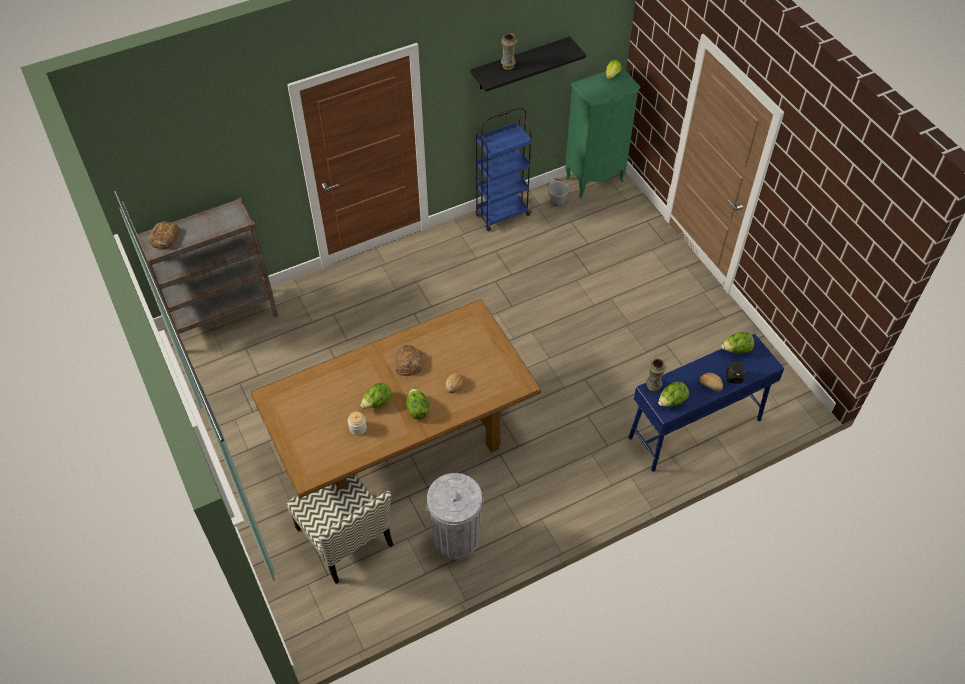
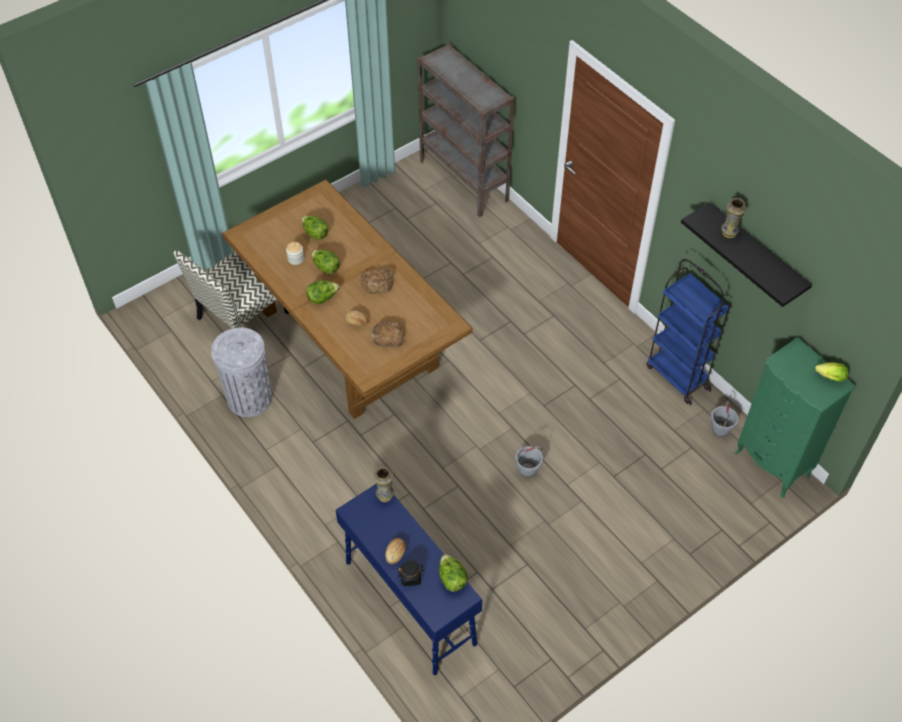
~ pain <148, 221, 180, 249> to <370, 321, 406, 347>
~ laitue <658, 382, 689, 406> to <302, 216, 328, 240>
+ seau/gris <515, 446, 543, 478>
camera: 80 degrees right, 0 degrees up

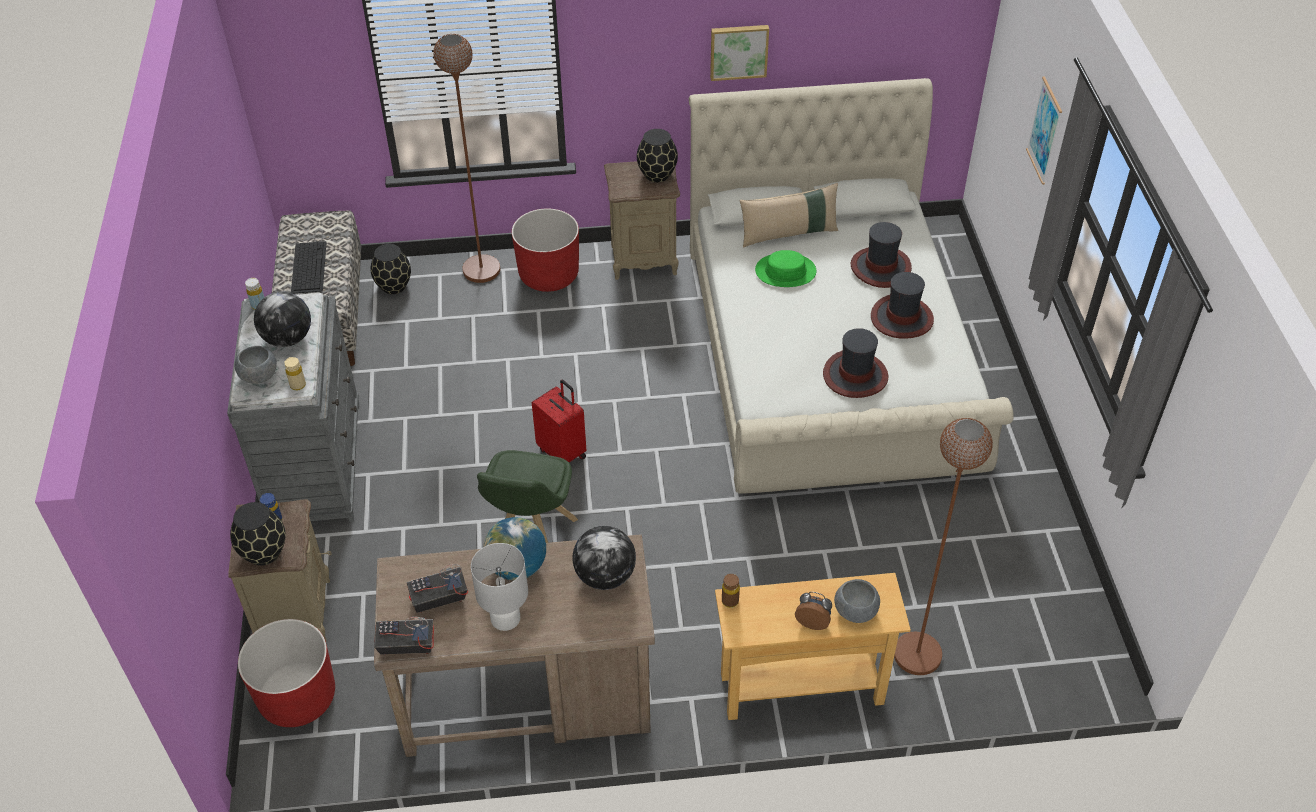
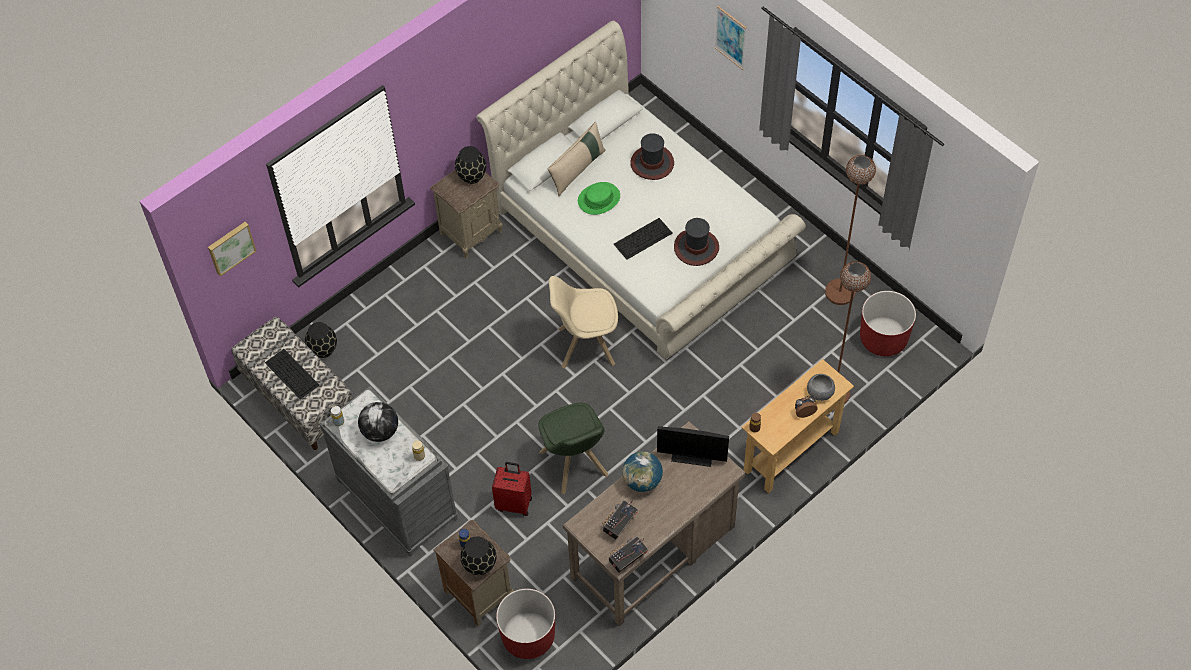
- bol/gris <235, 346, 277, 384>
~ lampadaire/marron <433, 34, 500, 283> to <825, 155, 876, 305>
- lampe de table/gris <471, 543, 528, 631>
~ cache-pot/rouge <512, 208, 579, 292> to <860, 291, 916, 356>
~ valise/rouge <532, 380, 586, 462> to <492, 462, 532, 516>
~ globe <572, 526, 636, 590> to écran d'ordinateur <657, 426, 729, 467>
~ tableau <710, 25, 769, 81> to <208, 222, 256, 276>
- chapeau <871, 272, 934, 339>
+ chaise/beige <549, 276, 618, 368>
+ clavier <614, 218, 673, 259>
camera: 35 degrees left, 10 degrees up

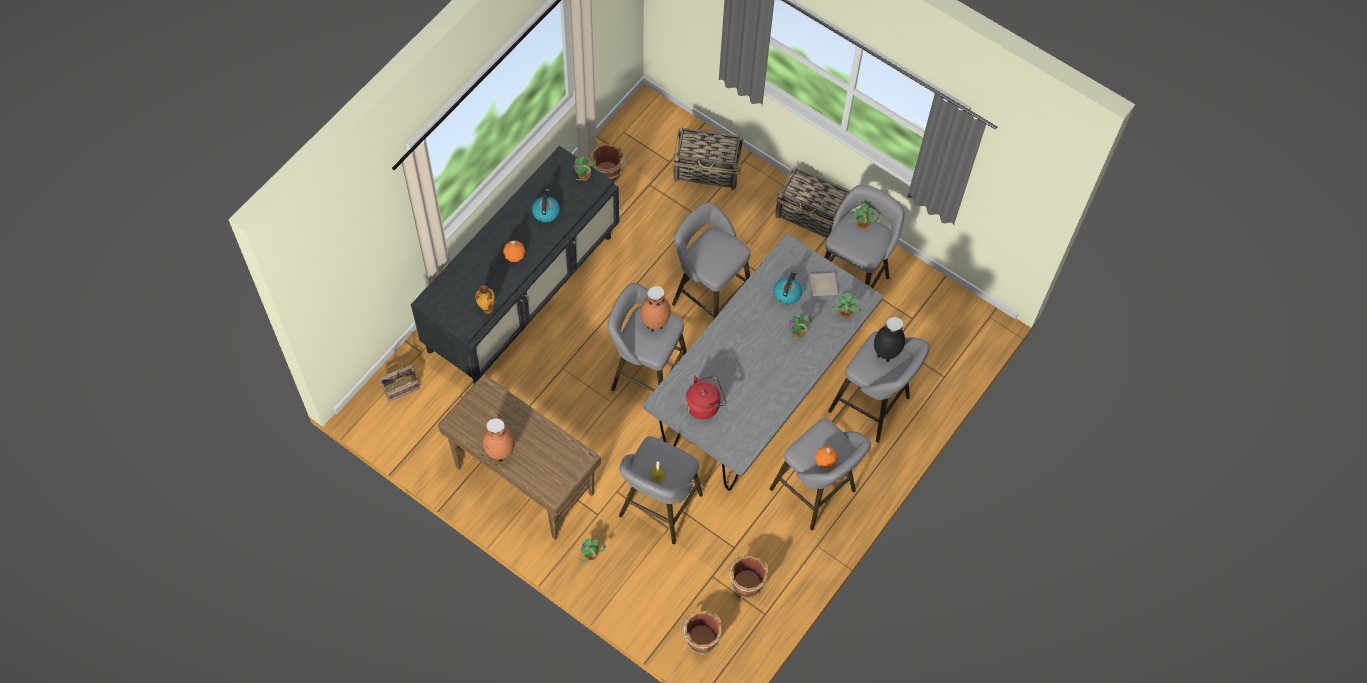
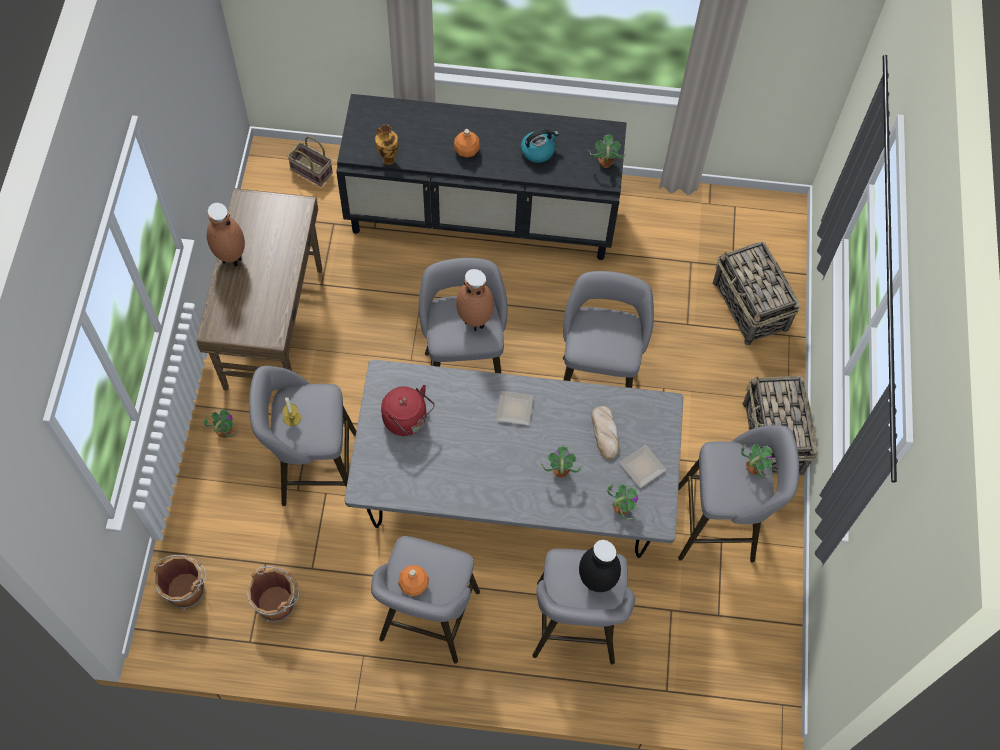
- seau/marron <590, 144, 625, 183>
~ bouilloire <774, 271, 802, 304> to pain <592, 406, 619, 460>
+ assiette <496, 391, 534, 425>
camera: 60 degrees right, 0 degrees up

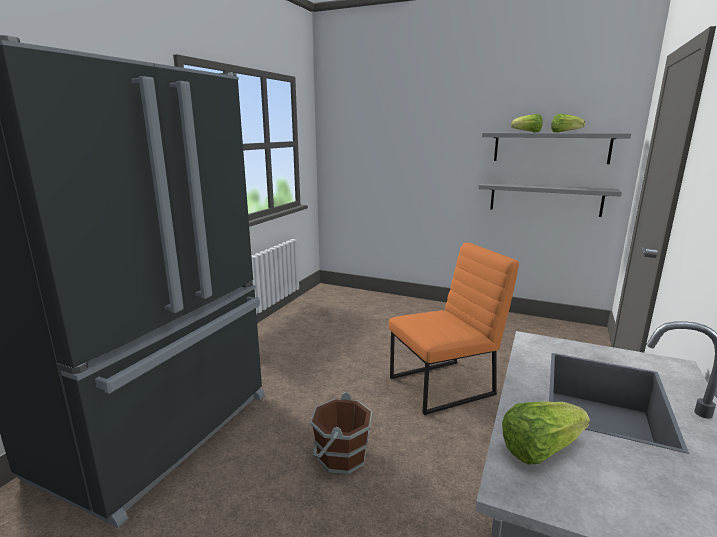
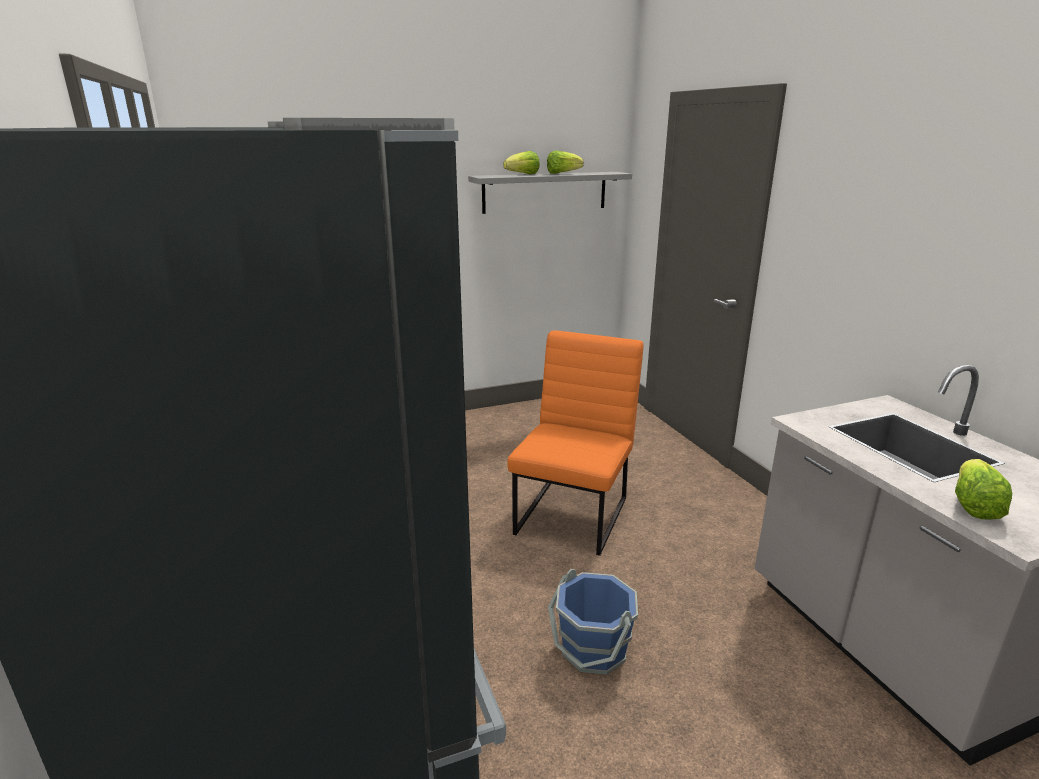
~ seau/marron <310, 392, 373, 474> to seau/bleu <548, 569, 638, 675>
- étagère/gris <478, 182, 622, 217>
camera: 45 degrees left, 5 degrees up

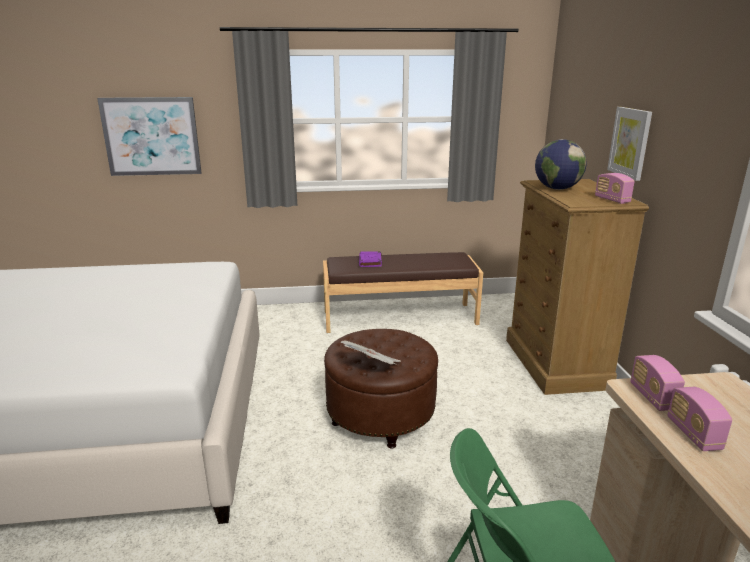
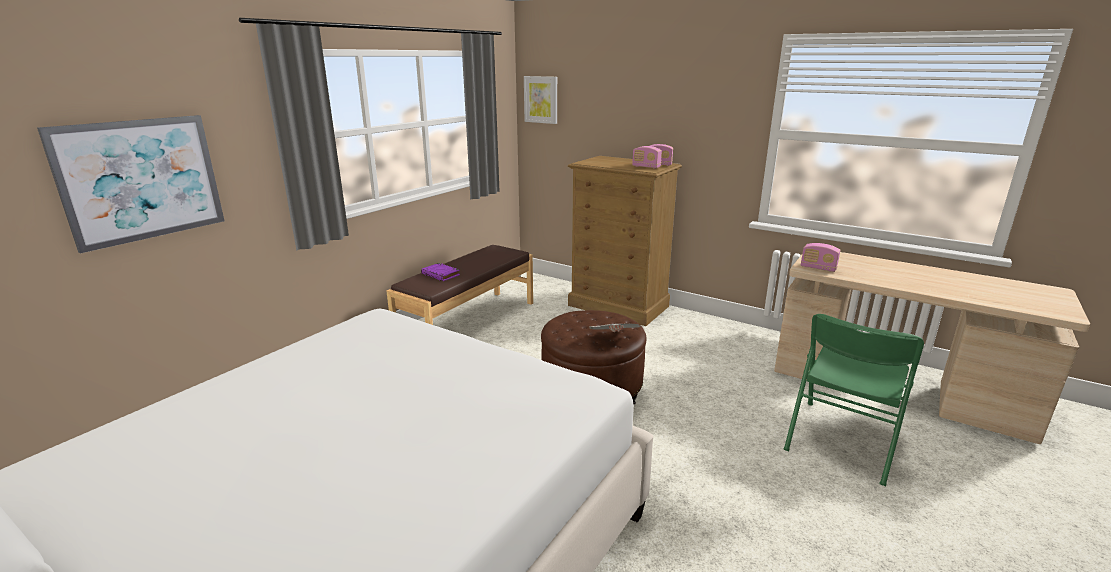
- globe <535, 139, 586, 190>
~ tableau <607, 107, 652, 181> to <524, 76, 557, 124>
~ radio <667, 387, 732, 451> to <632, 146, 662, 169>
camera: 50 degrees left, 0 degrees up

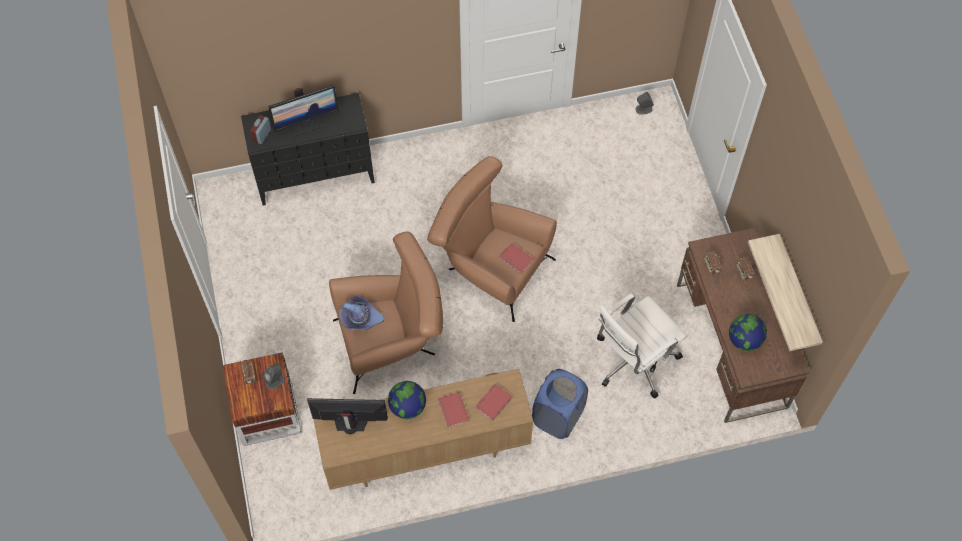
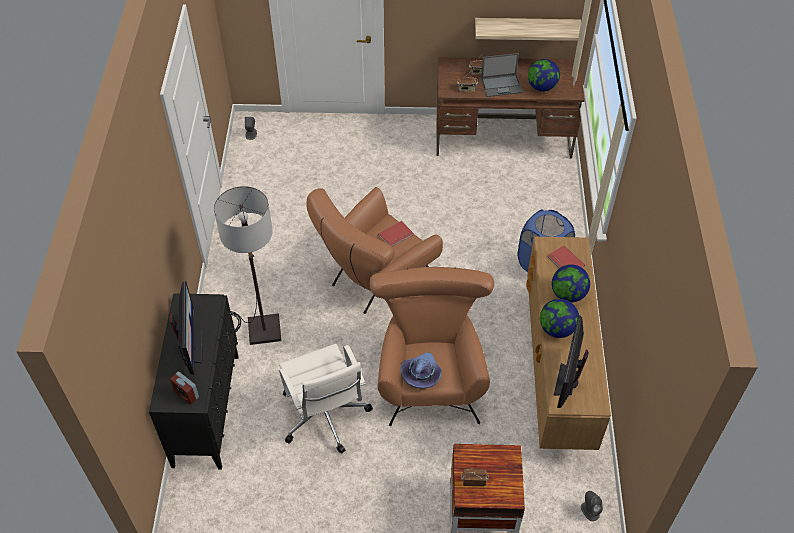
~ enceinte/gris <263, 364, 285, 390> to <581, 491, 603, 521>
~ livre/rouge <438, 392, 470, 428> to globe <552, 264, 590, 302>
~ chaise de bureau/blanc <597, 293, 687, 398> to <279, 344, 373, 454>
+ lampadaire <214, 186, 281, 345>
+ ordinateur portable <481, 53, 523, 97>
camera: 75 degrees left, 10 degrees down

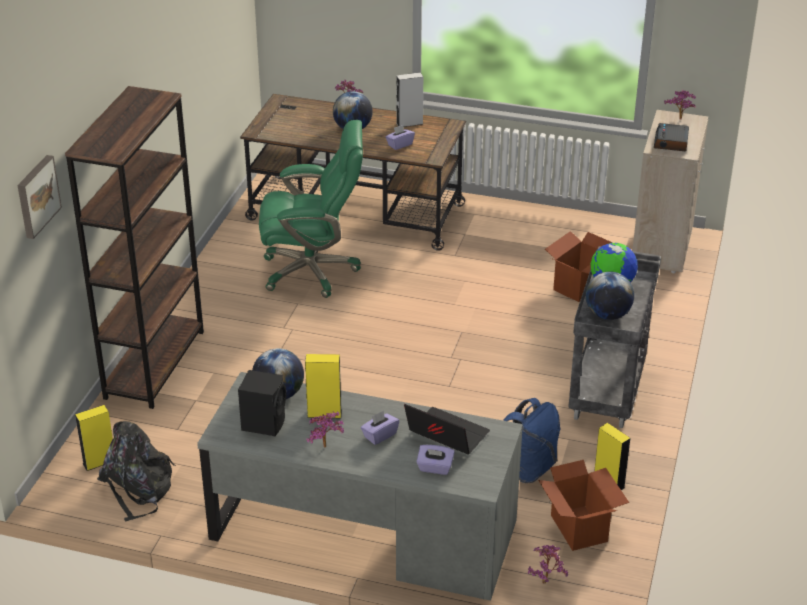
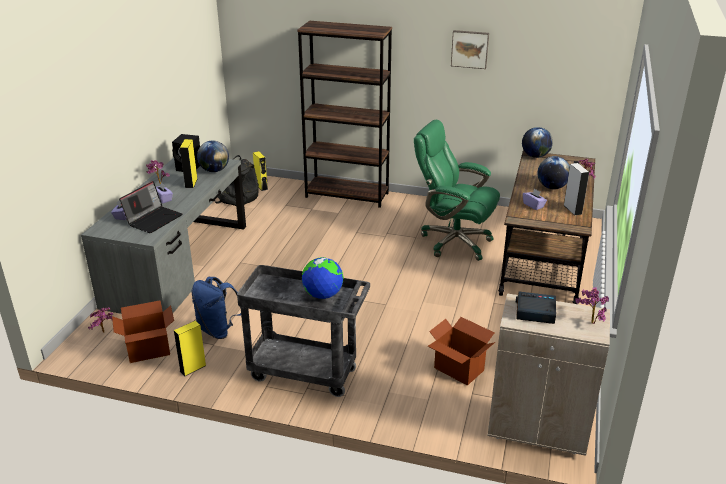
~ tableau <17, 155, 62, 239> to <451, 30, 489, 69>
~ chaise de bureau/vert <259, 120, 363, 298> = <414, 120, 500, 261> 120 degrees clockwise
~ globe <586, 271, 634, 320> to <522, 127, 553, 158>
camera: 90 degrees right, 5 degrees down

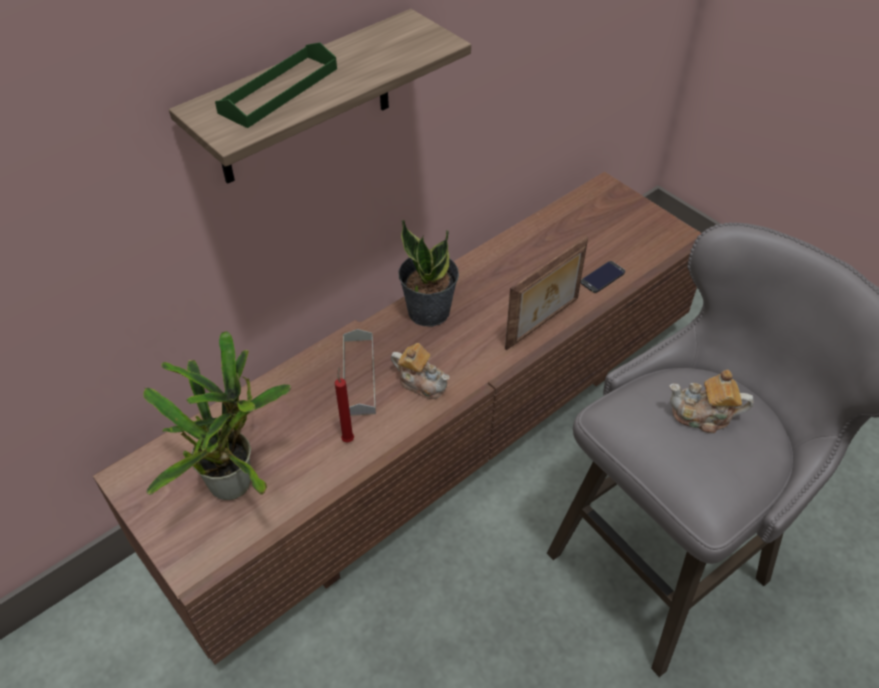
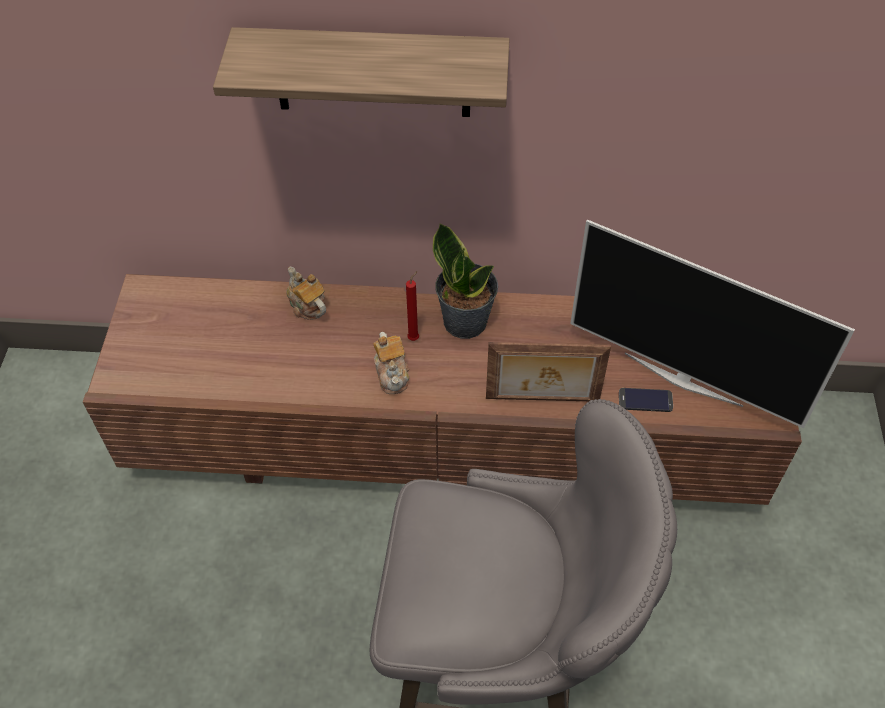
- plante en pot <143, 331, 291, 500>
- plateau/vert <215, 42, 337, 128>
~ bougie/rouge <335, 367, 354, 443> to <406, 271, 419, 341>
- plateau/gris <343, 329, 376, 416>
~ théière <669, 370, 753, 433> to <287, 267, 326, 320>
+ téléviseur <570, 220, 855, 428>
camera: 45 degrees right, 5 degrees up

